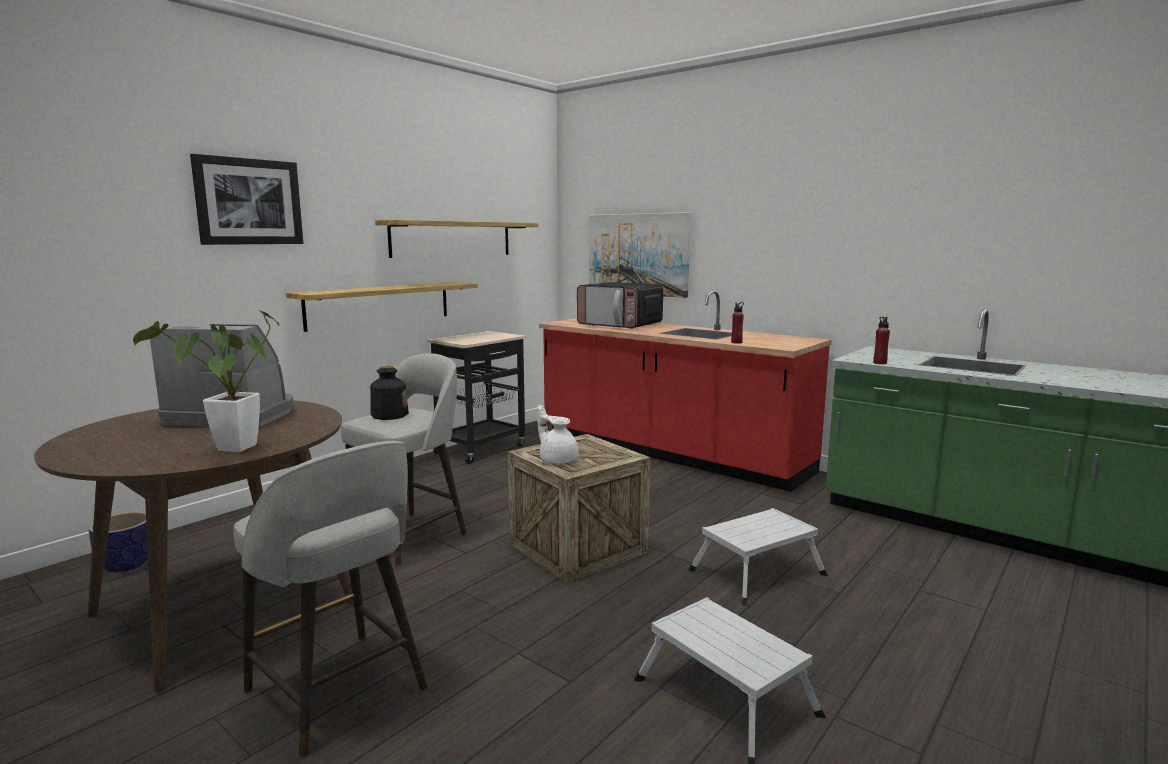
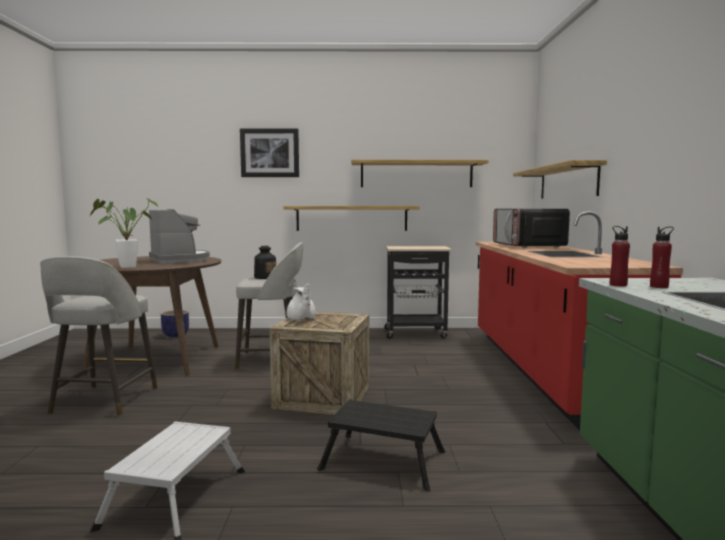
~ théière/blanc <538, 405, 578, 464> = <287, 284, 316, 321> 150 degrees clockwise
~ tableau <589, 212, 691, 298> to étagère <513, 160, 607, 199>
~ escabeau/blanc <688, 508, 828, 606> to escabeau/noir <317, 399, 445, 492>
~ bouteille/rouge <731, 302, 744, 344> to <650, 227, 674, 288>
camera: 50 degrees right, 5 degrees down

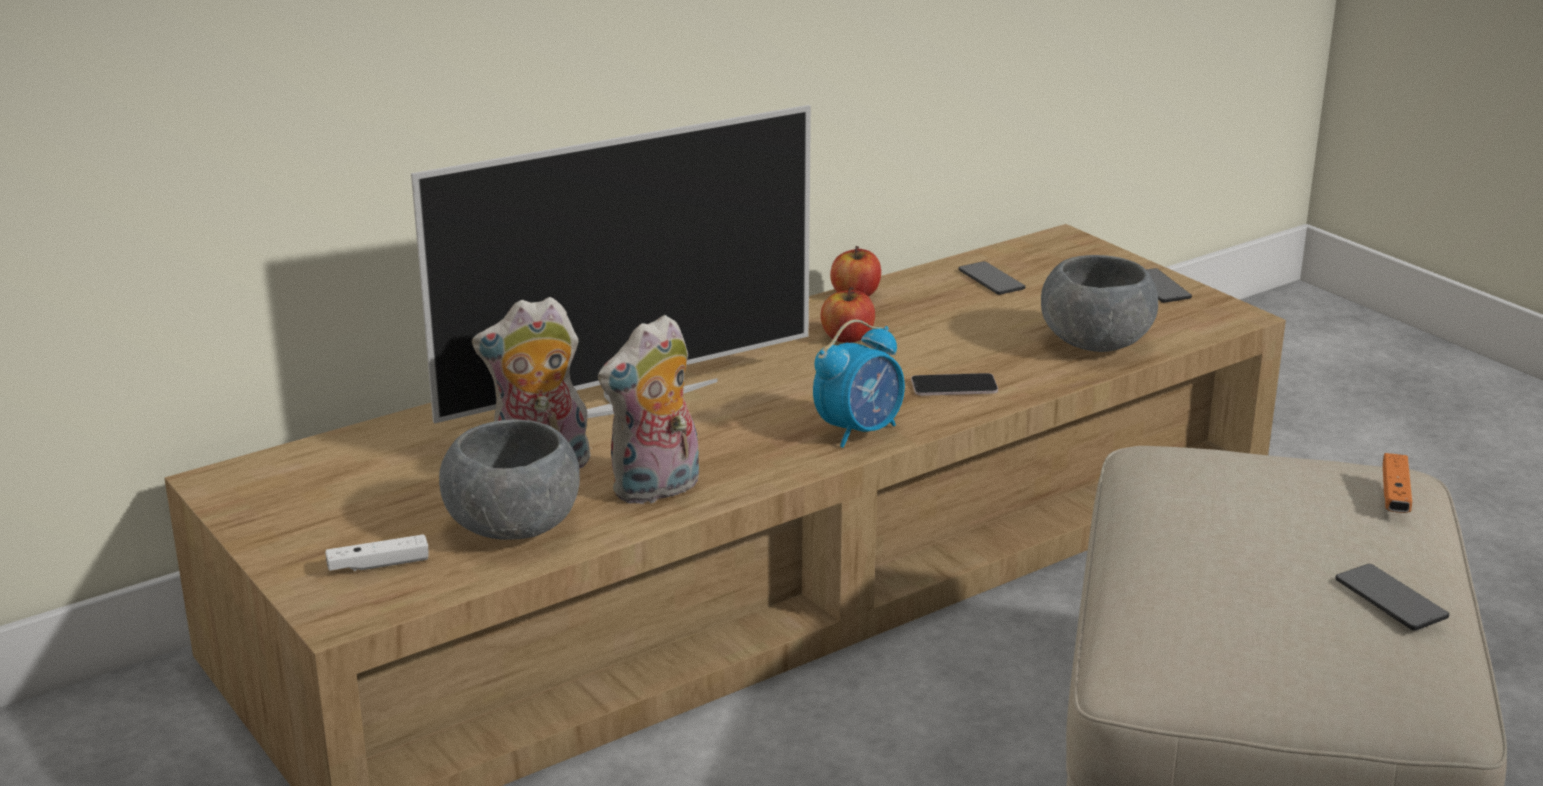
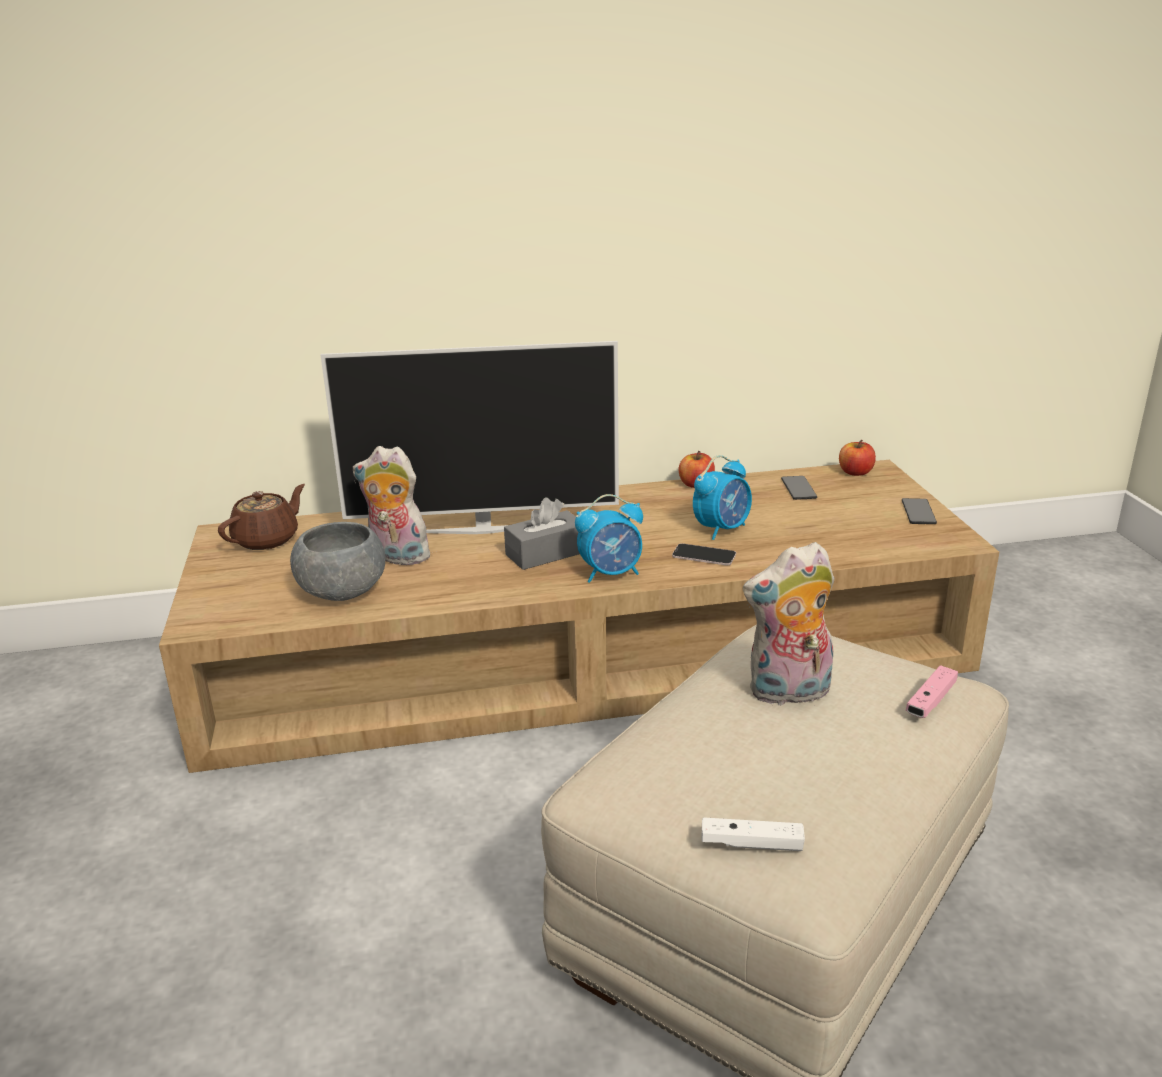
~ manette/blanc <325, 534, 428, 571> to <702, 817, 805, 851>
~ peluche <598, 315, 699, 505> to <743, 542, 834, 706>
~ pomme <821, 287, 875, 343> to <839, 440, 876, 476>
- bol/gris <1041, 255, 1158, 352>
- téléphone <1335, 564, 1449, 631>
~ manette/orange <1383, 453, 1412, 513> to manette/rose <906, 665, 958, 718>
+ théière/marron <218, 484, 305, 550>
+ boîte à mouchoirs/gris <504, 497, 580, 570>
+ réveil <693, 455, 752, 540>
camera: 25 degrees right, 0 degrees up

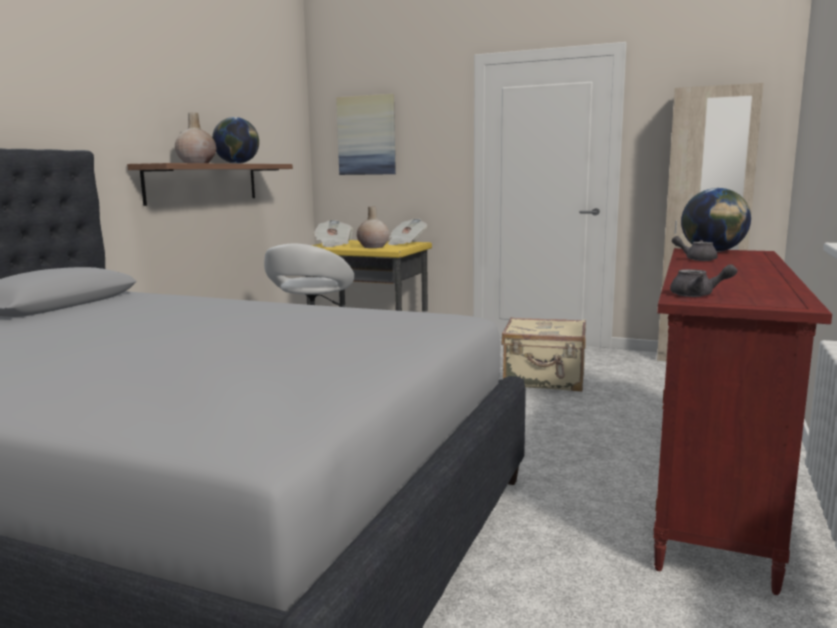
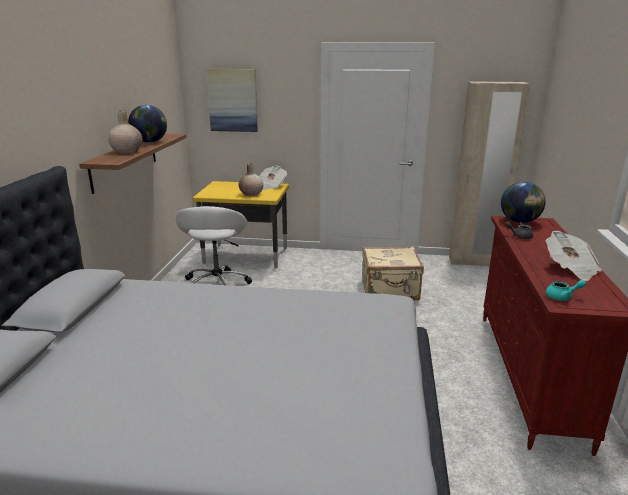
~ journal <313, 220, 353, 247> to <546, 231, 602, 281>
~ théière/gris <670, 264, 737, 297> to théière/turquoise <546, 280, 586, 301>
camera: 15 degrees left, 10 degrees up

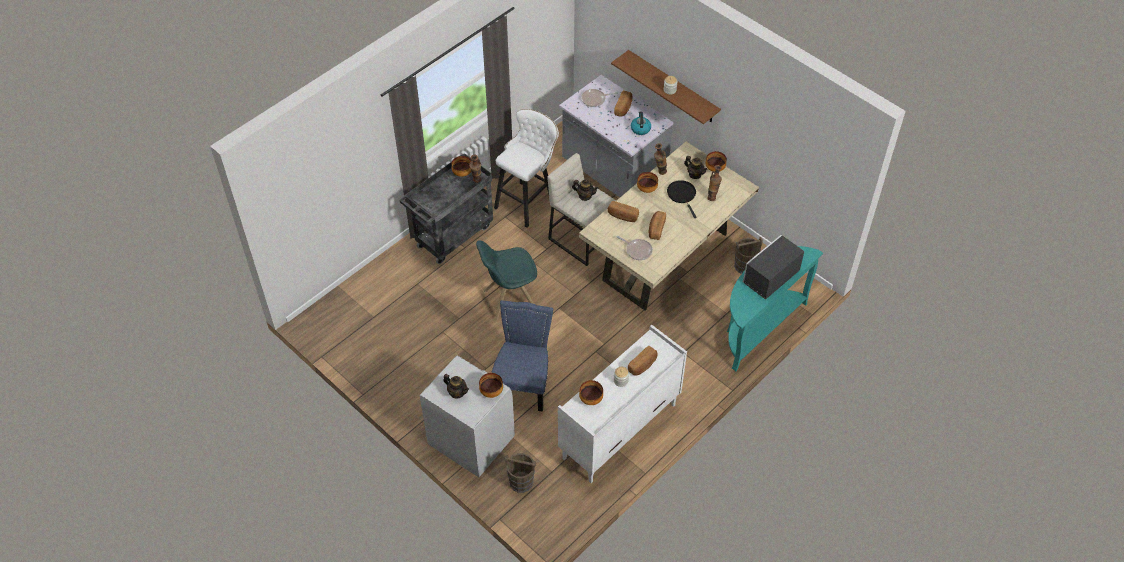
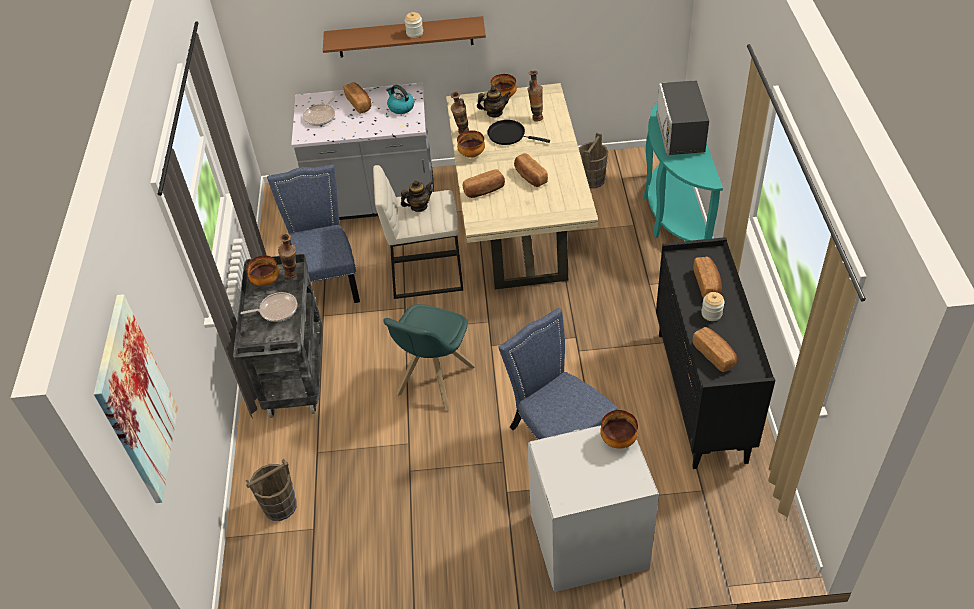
- théière <444, 374, 469, 399>
~ tabouret/blanc <494, 109, 559, 228> to chaise/bleu <267, 164, 360, 303>
~ seau/marron <505, 453, 536, 493> to <245, 459, 297, 521>
~ meuble de rangement/blanc <558, 324, 687, 483> to meuble de rangement/noir <656, 237, 775, 469>
~ bol <579, 380, 603, 405> to pain <693, 327, 737, 372>
~ poêle <617, 236, 653, 260> to <240, 292, 297, 322>
+ tableau <94, 294, 178, 503>
camera: 45 degrees left, 5 degrees down

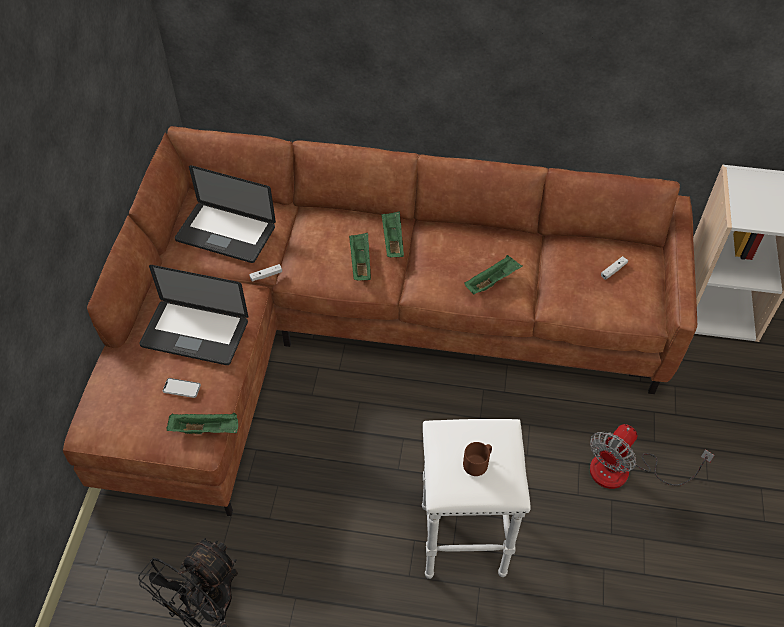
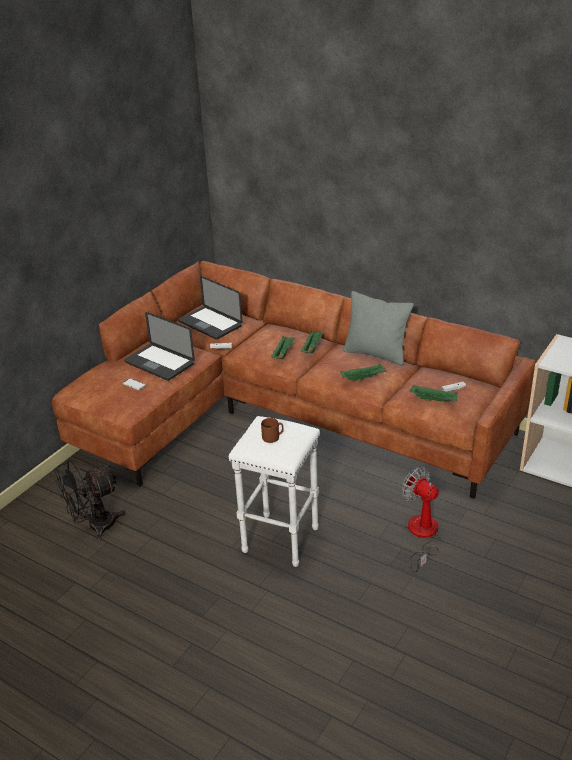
~ plateau/vert <167, 412, 238, 435> to <410, 385, 458, 402>
~ ventilateur <590, 424, 714, 489> = <402, 466, 441, 573> 75 degrees clockwise
+ coussin/gris <343, 291, 414, 366>
camera: 25 degrees right, 20 degrees down

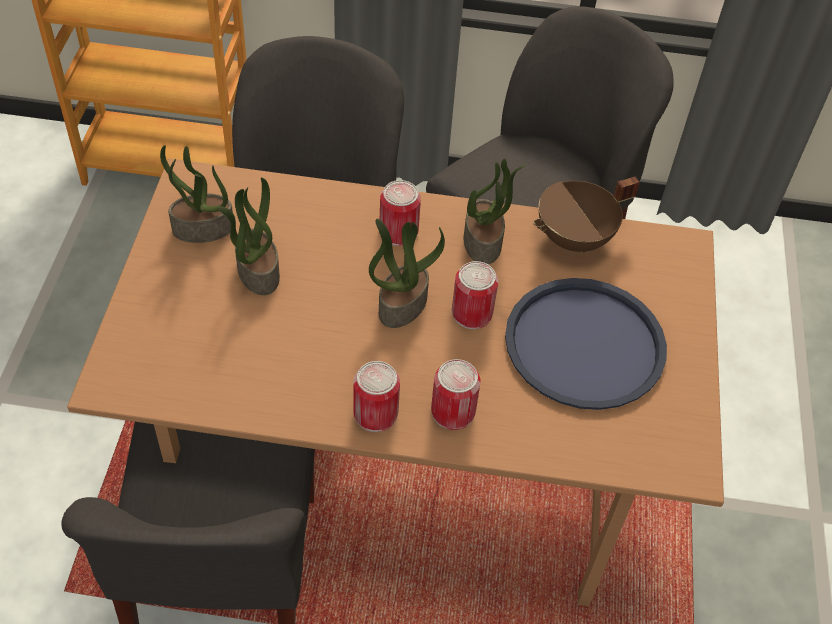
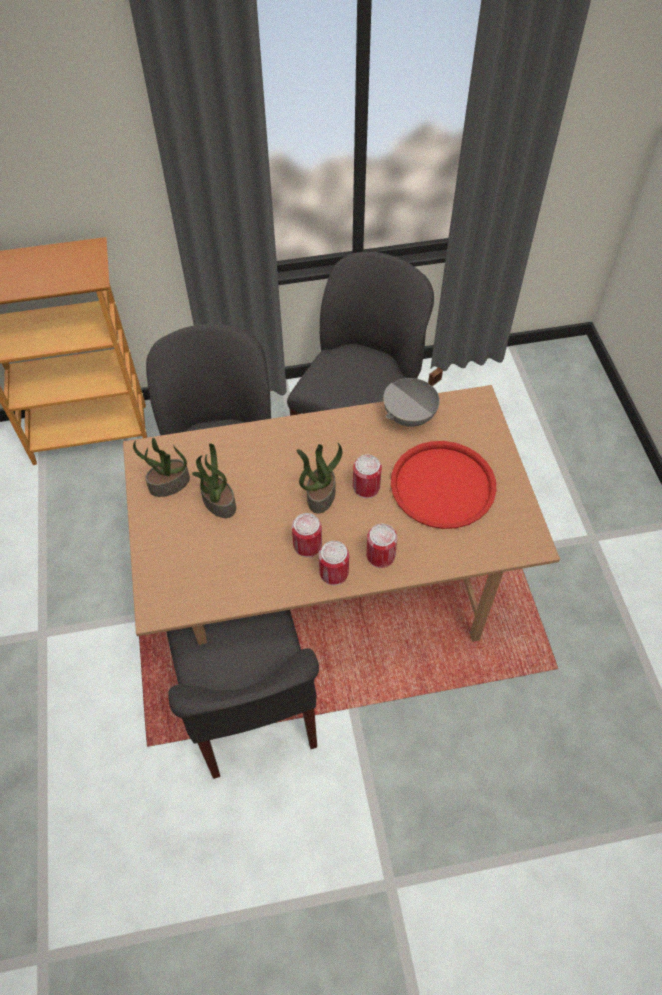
~ boîte métallique <380, 180, 421, 246> to <292, 513, 322, 557>
- plante en pot <464, 159, 526, 264>
~ plateau/bleu <505, 278, 667, 410> to plateau/rouge <391, 441, 496, 529>
~ marmite/marron <533, 177, 640, 253> to marmite/gris <383, 367, 443, 427>
camera: 15 degrees left, 5 degrees up

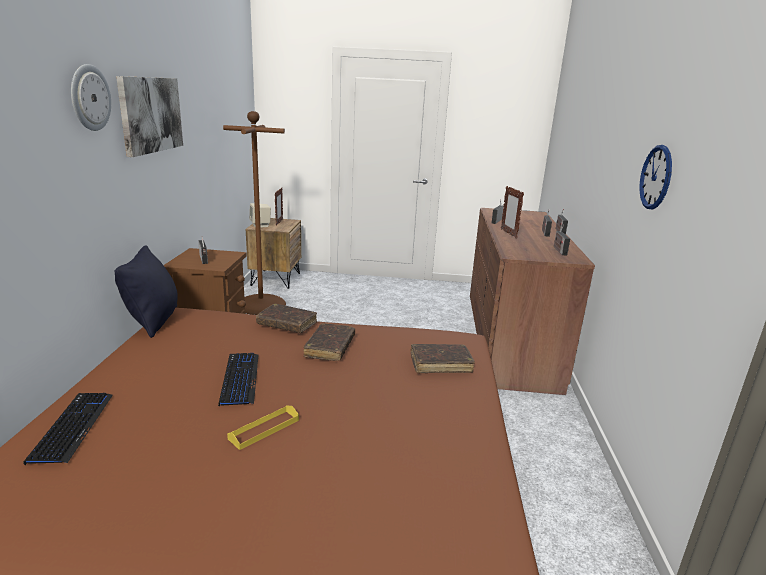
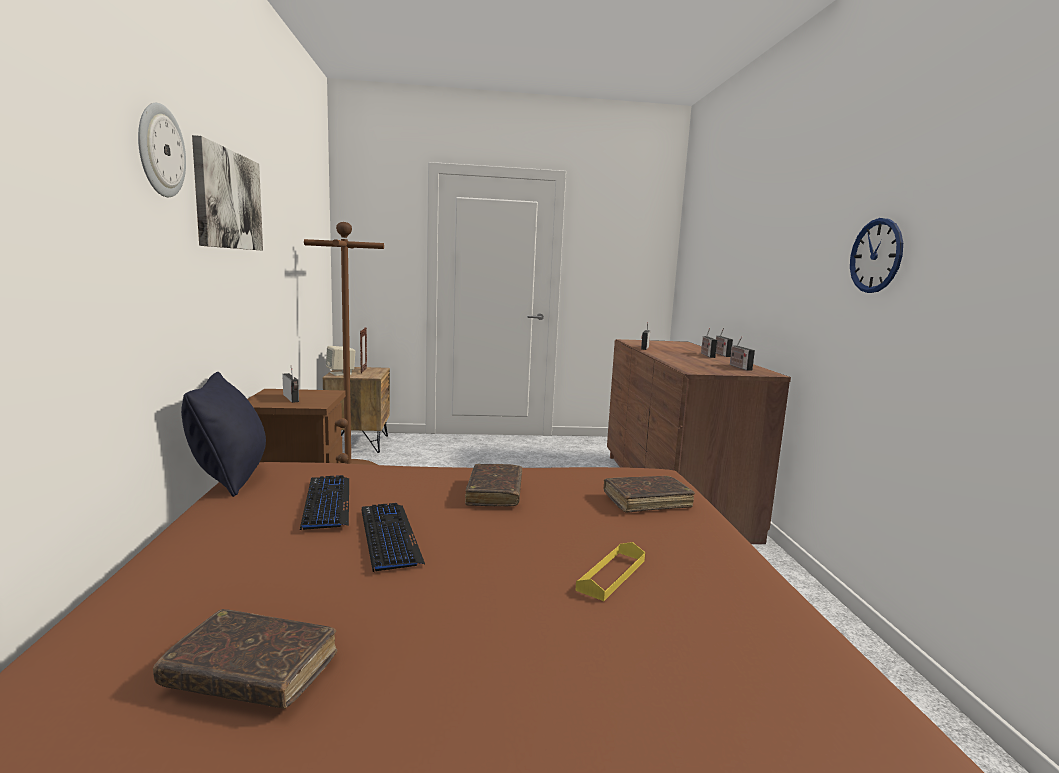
~ clavier <23, 393, 113, 465> to <300, 475, 349, 531>
~ plateau/jaune <227, 405, 299, 450> to <575, 542, 645, 601>
~ livre/marron <256, 304, 317, 333> to <153, 609, 337, 709>
- cadre photo <501, 186, 524, 238>
camera: 10 degrees left, 10 degrees down

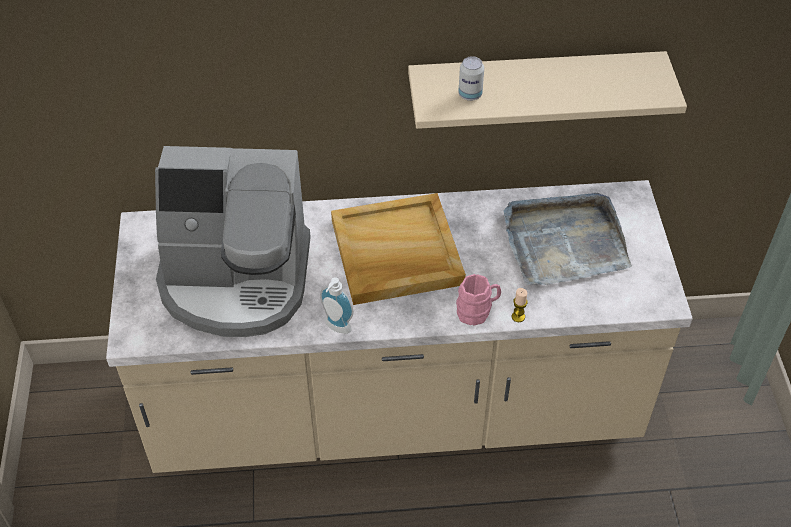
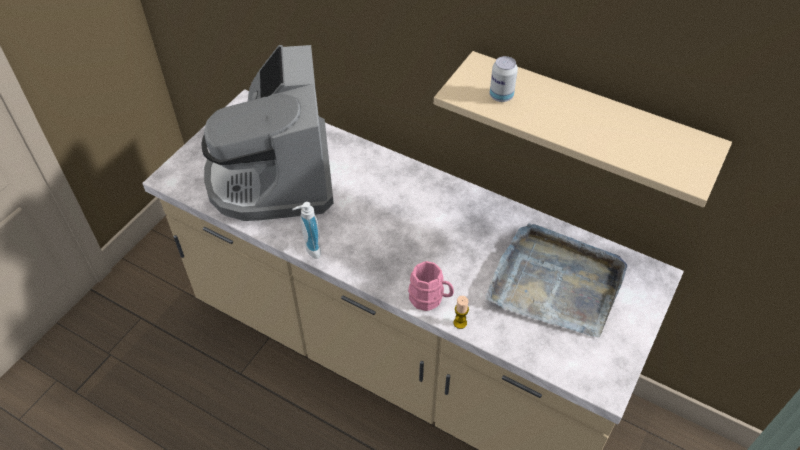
~ machine à café <155, 146, 311, 337> = <201, 45, 334, 221> 45 degrees clockwise
- plateau/beige <331, 193, 466, 305>
camera: 35 degrees right, 0 degrees up

